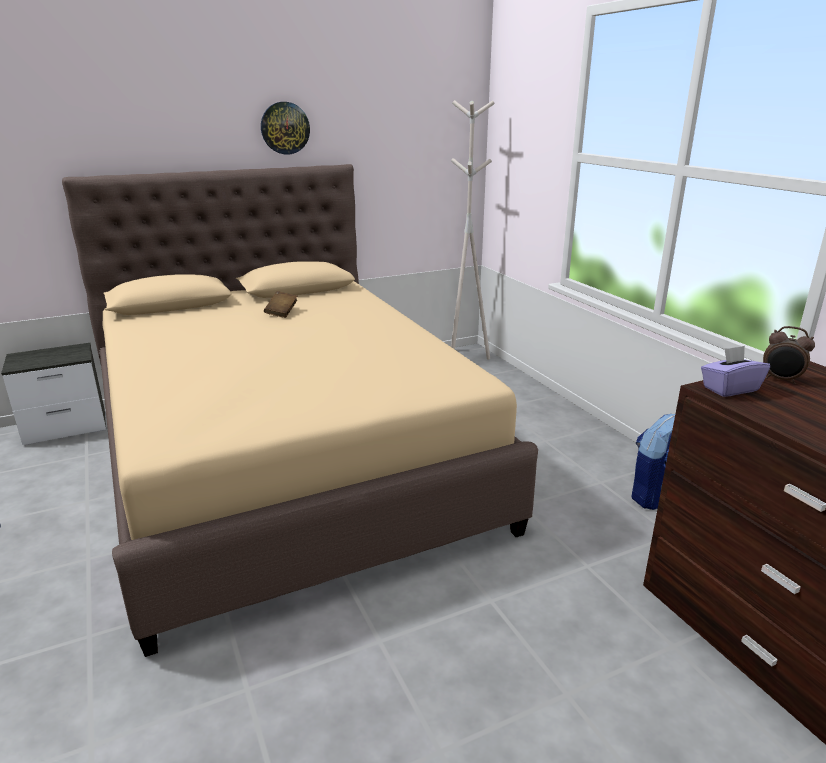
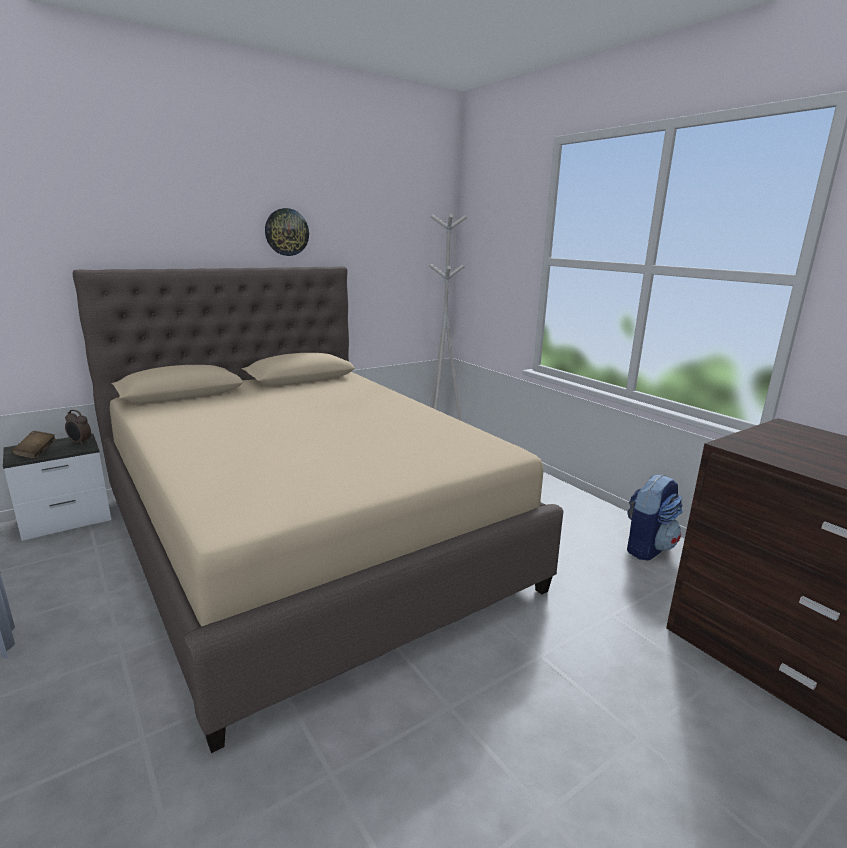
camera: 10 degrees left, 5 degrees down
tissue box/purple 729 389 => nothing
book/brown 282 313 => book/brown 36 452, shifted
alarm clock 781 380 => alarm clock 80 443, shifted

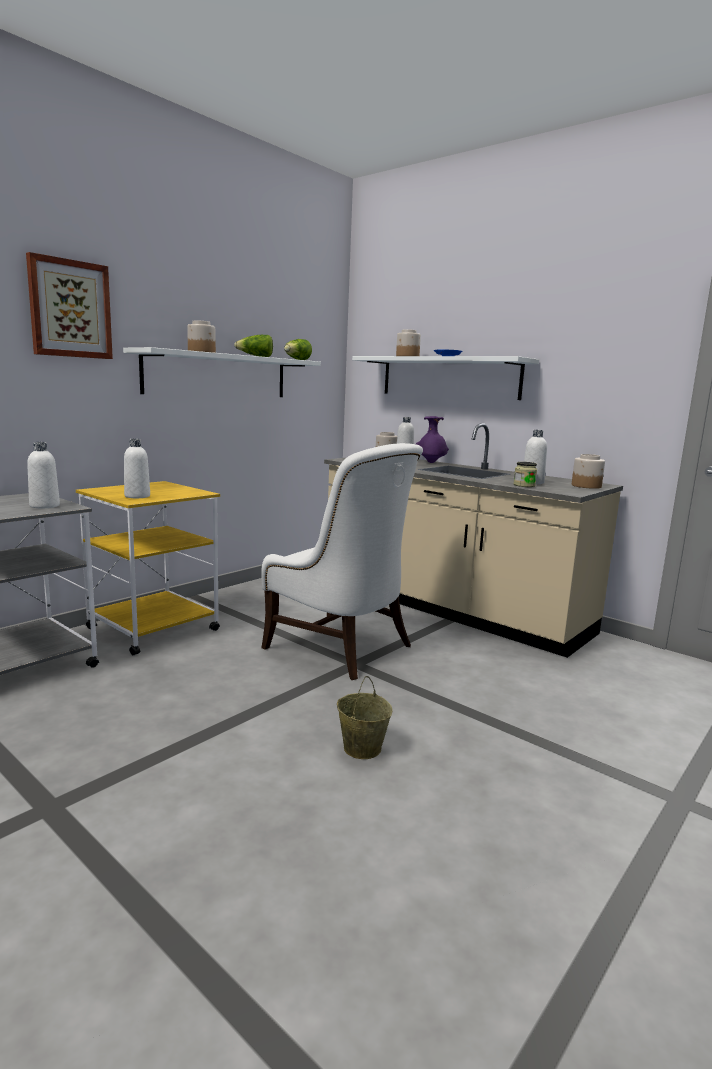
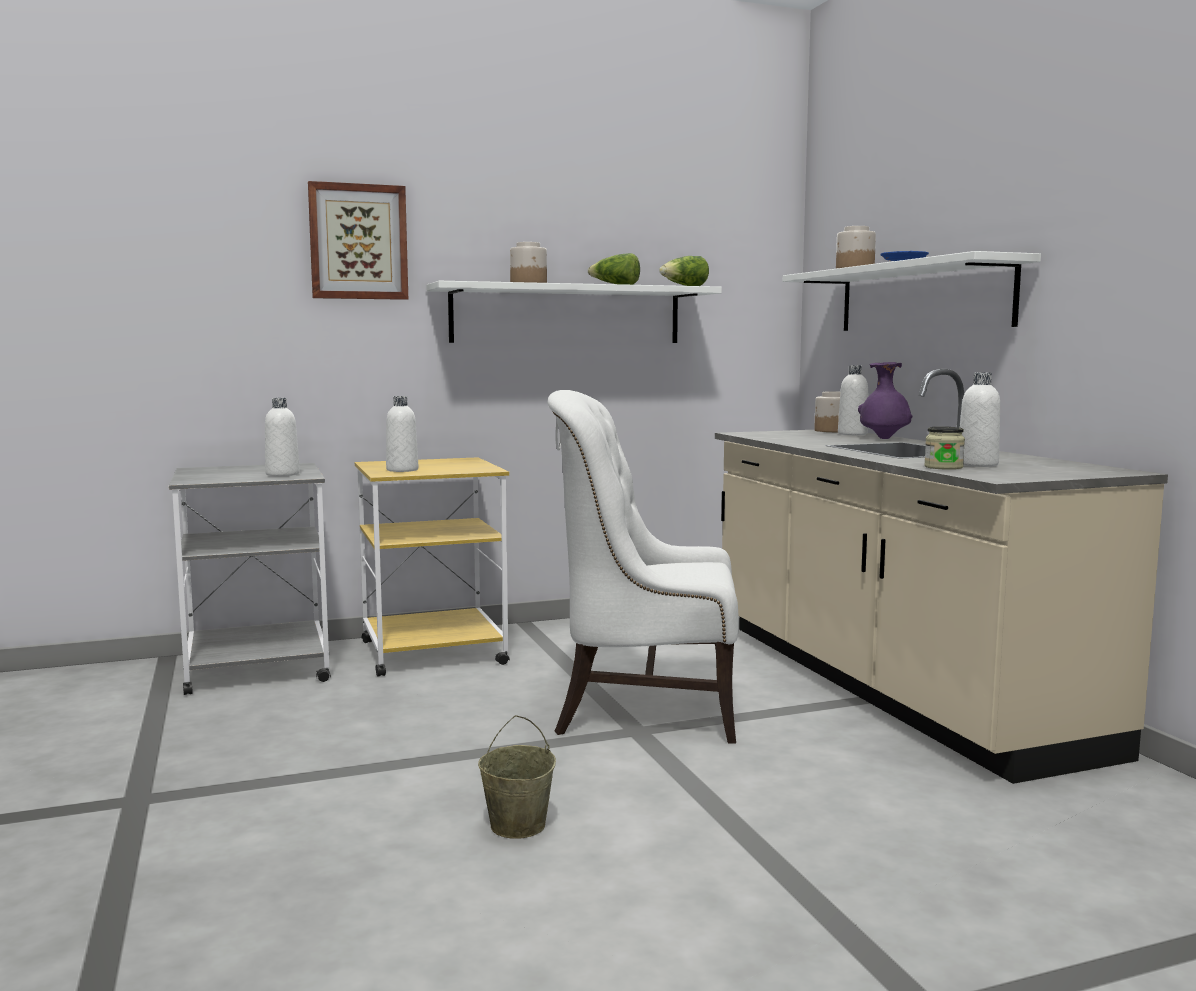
camera: 30 degrees right, 5 degrees down
jar 586 486 => nothing
chair/white 341 647 => chair/white 644 708, 120 degrees clockwise

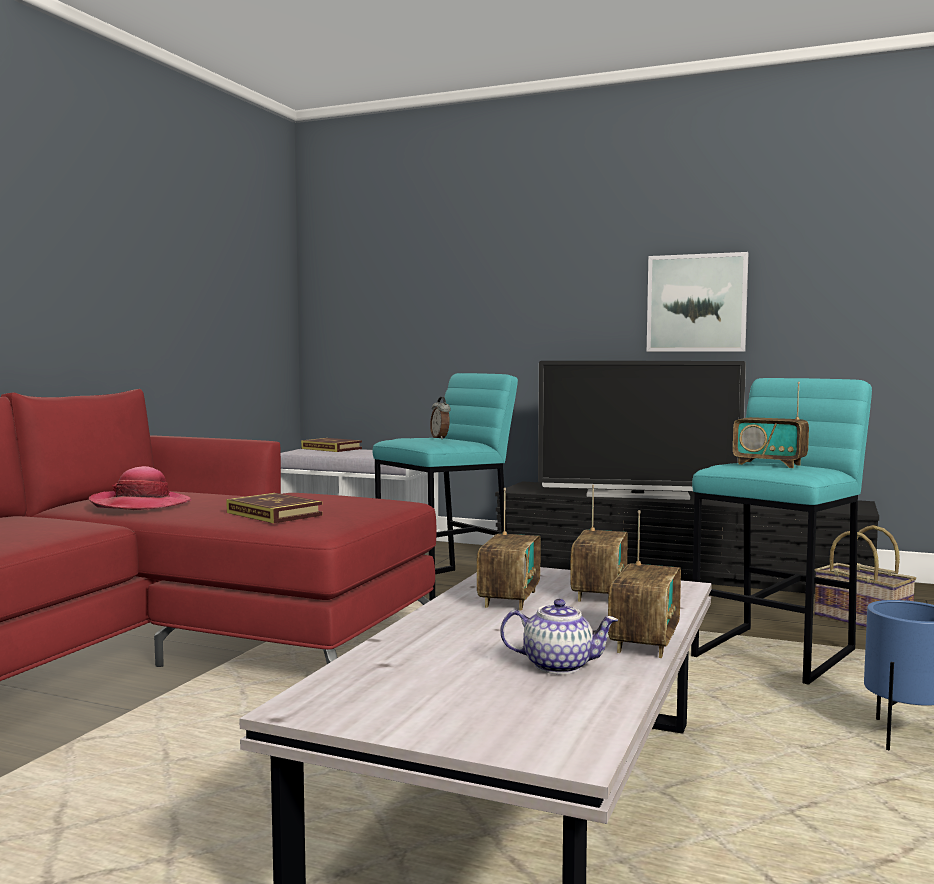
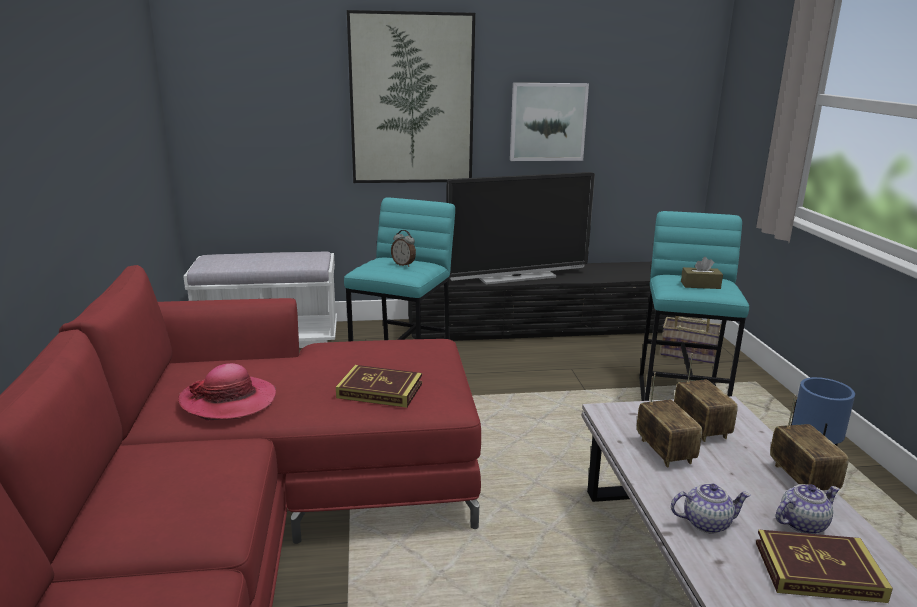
camera: 30 degrees left, 15 degrees up
nothing => picture 412 100
nothing => teapot 706 522
book 331 448 => book 818 571, shifted
radio 769 464 => tissue box/brown 700 285

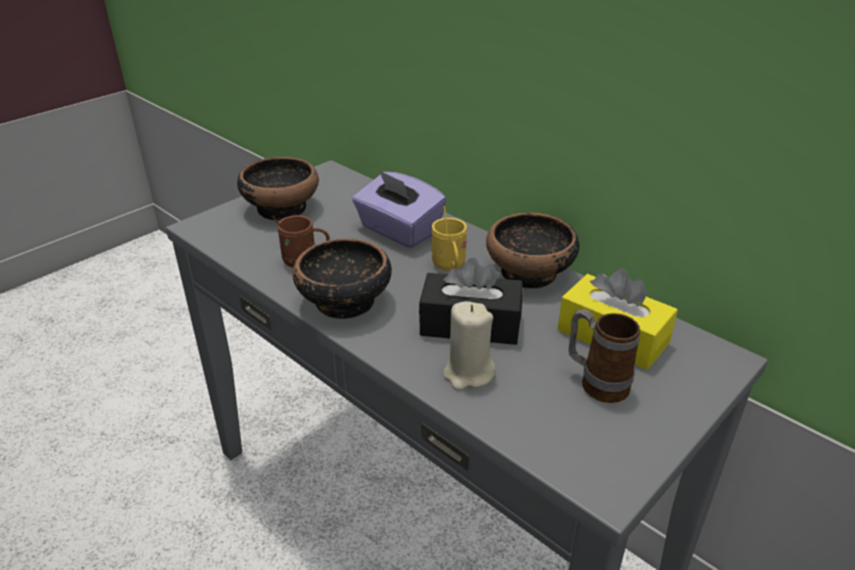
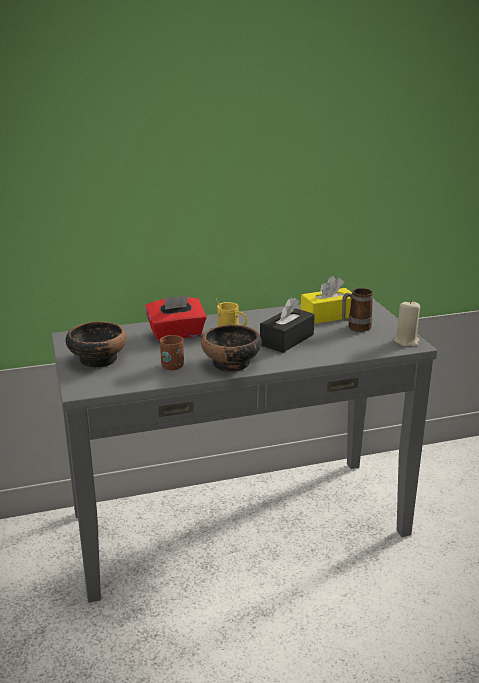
camera: 60 degrees left, 10 degrees down
bowl 530 273 => nothing
candle/beige 468 373 => candle/beige 406 341, shifted
tissue box/purple 398 231 => tissue box/red 176 334

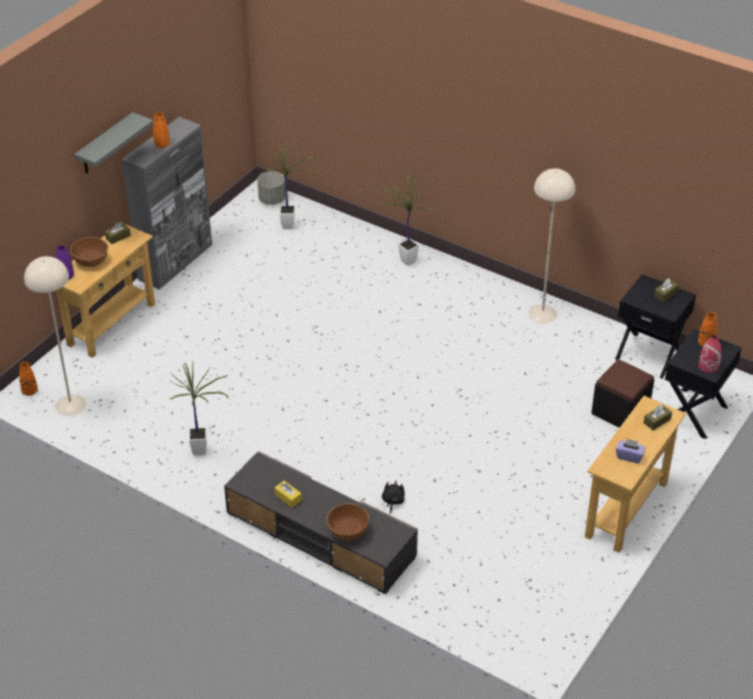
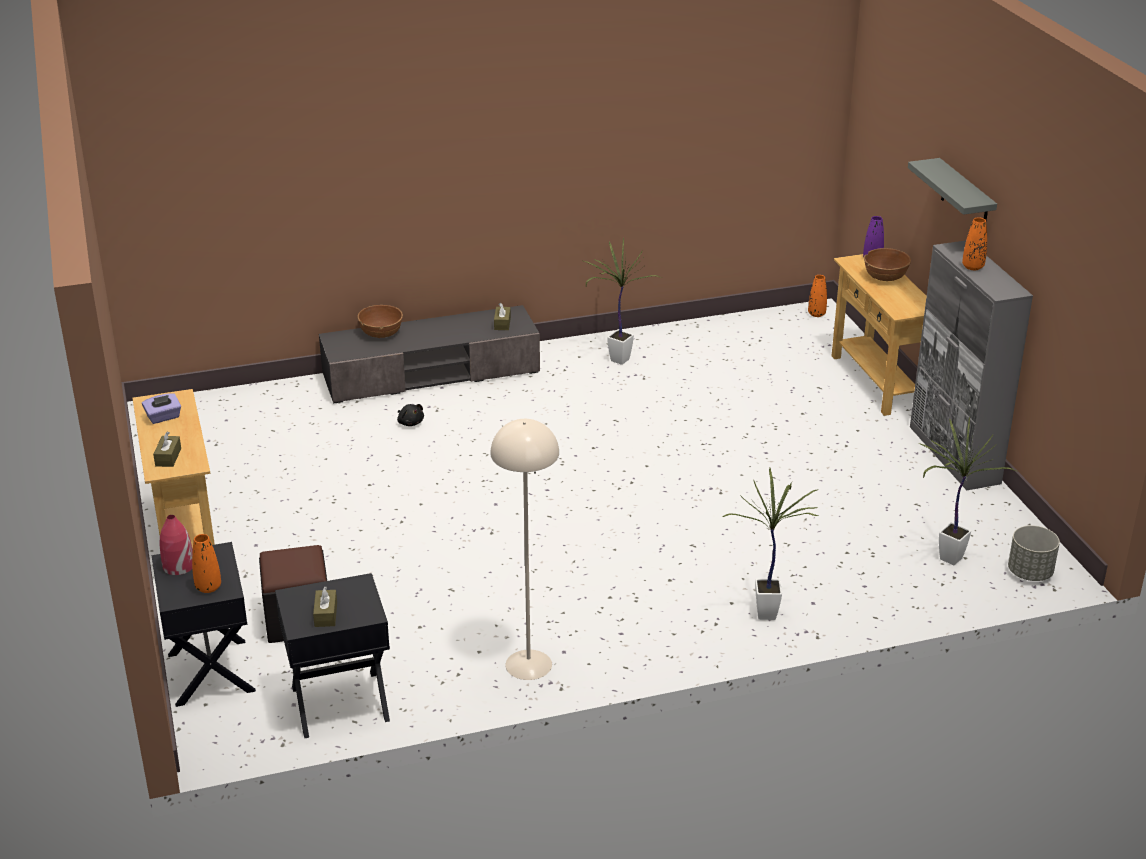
camera: 130 degrees right, 10 degrees down
floor lamp/beige 70 404 => nothing
tissue box/yellow 288 497 => nothing
tissue box/brown 118 237 => tissue box/brown 502 323, shifted

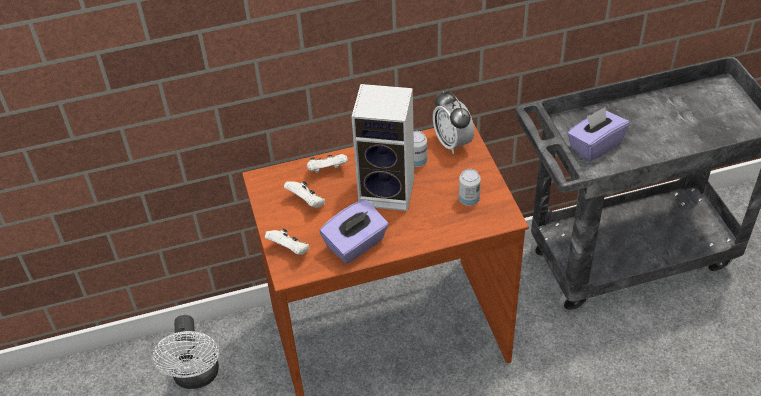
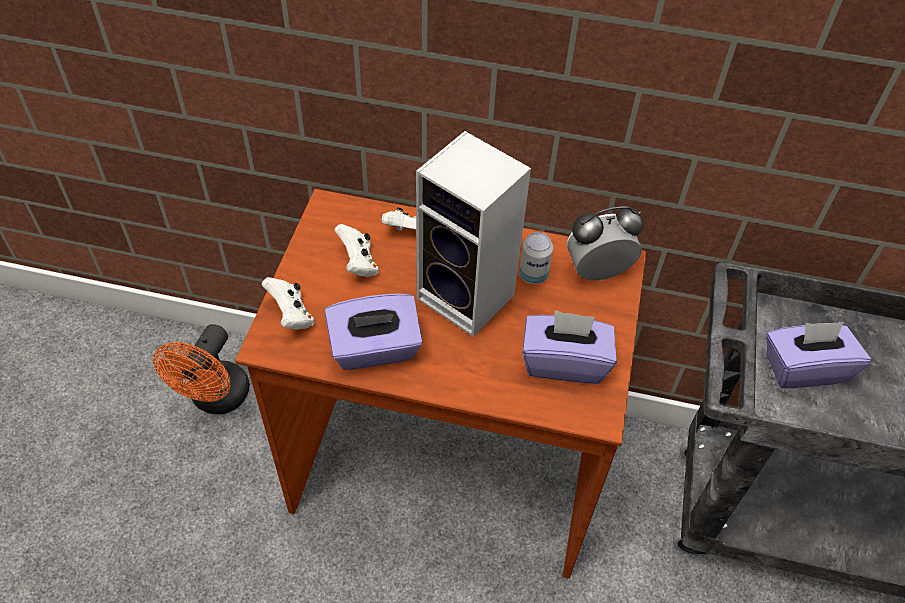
camera: 25 degrees right, 5 degrees up
can 469 200 => tissue box/purple 564 362
fan/white 196 377 => fan/orange 216 399
alarm clock 452 143 => alarm clock 597 272, 75 degrees clockwise

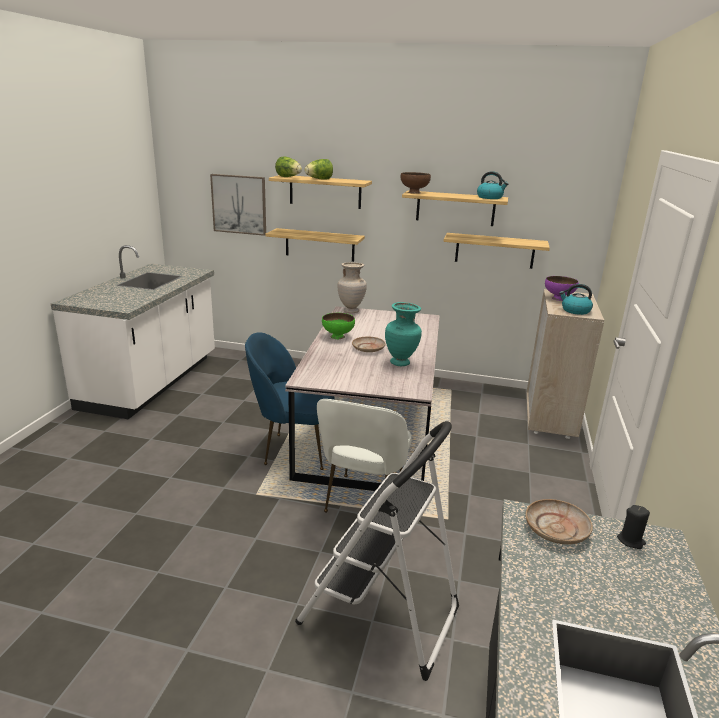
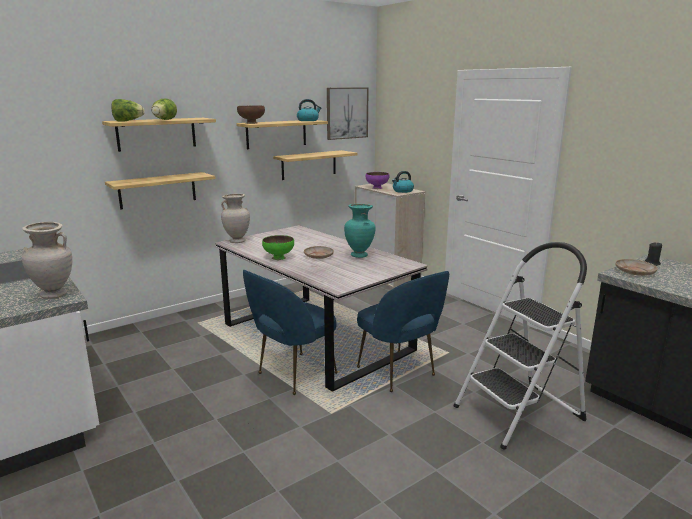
camera: 50 degrees left, 5 degrees down
nothing => vase/beige 54 295
picture 239 204 => picture 346 113, shifted
chair/white 362 504 => chair/blue 399 374

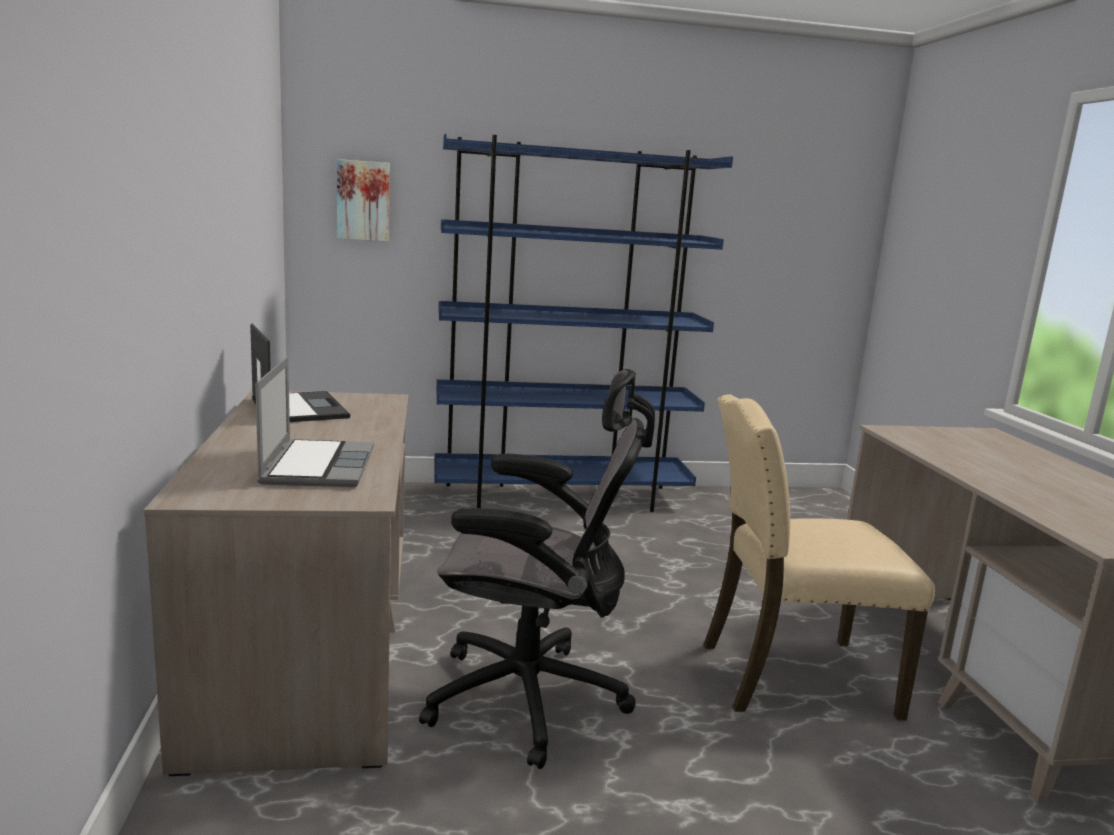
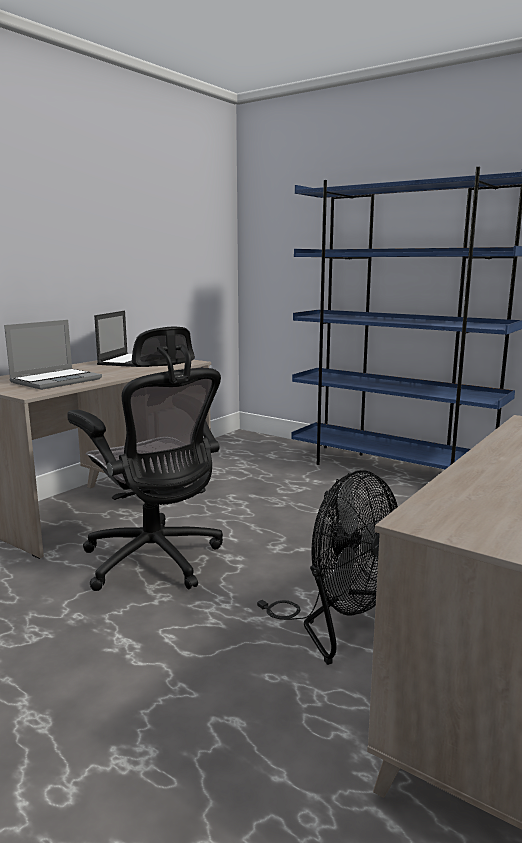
camera: 45 degrees right, 0 degrees up
picture 363 200 => nothing
chair/beige 790 677 => fan/black 339 619

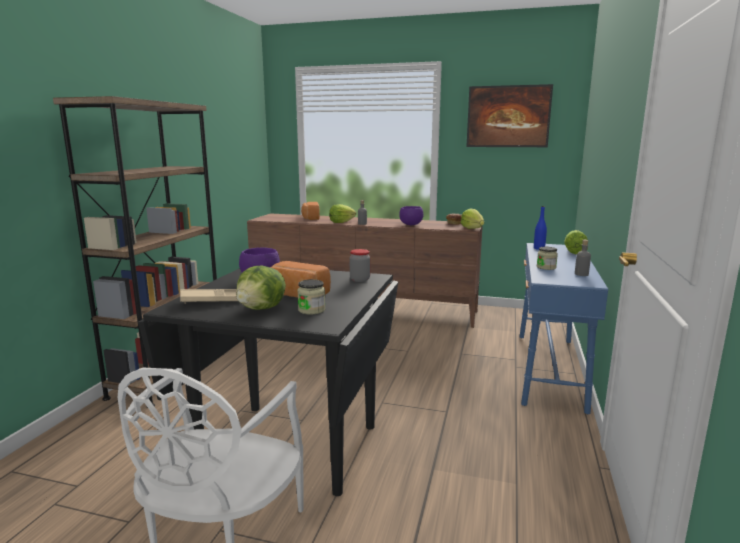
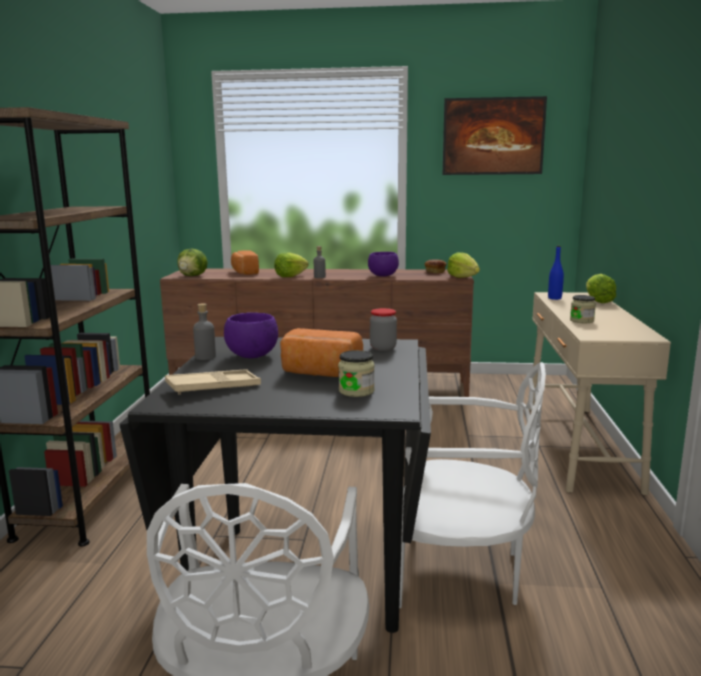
camera: 10 degrees left, 0 degrees up
nothing => chair/white 461 572
lettuce 262 309 => lettuce 193 276, shifted
bottle/grey 581 274 => bottle/grey 205 357, shifted
console table/blue 547 370 => console table/beige 577 446

